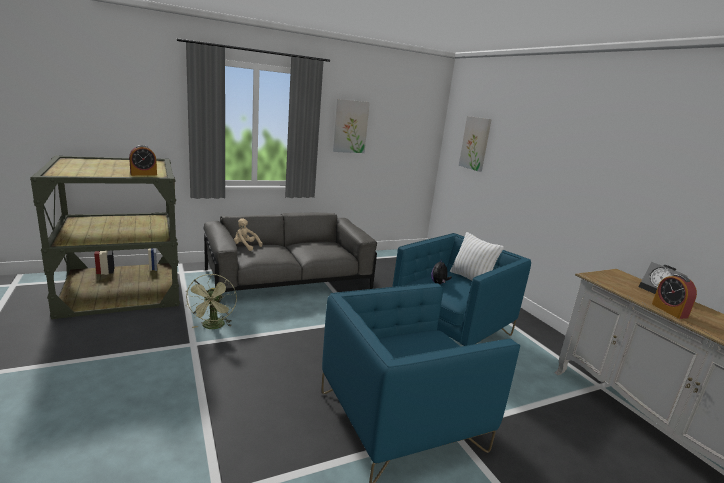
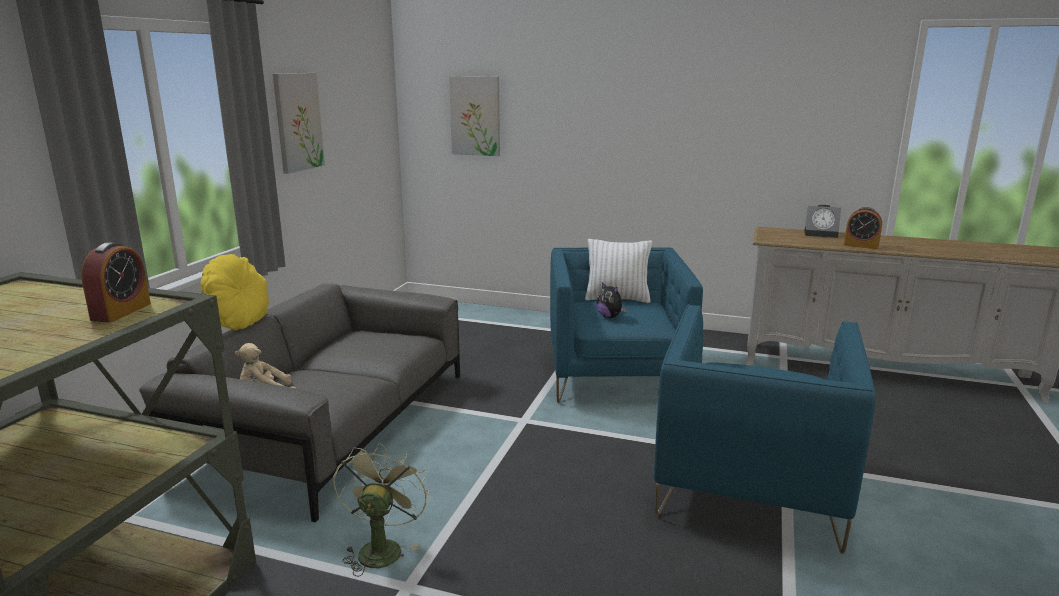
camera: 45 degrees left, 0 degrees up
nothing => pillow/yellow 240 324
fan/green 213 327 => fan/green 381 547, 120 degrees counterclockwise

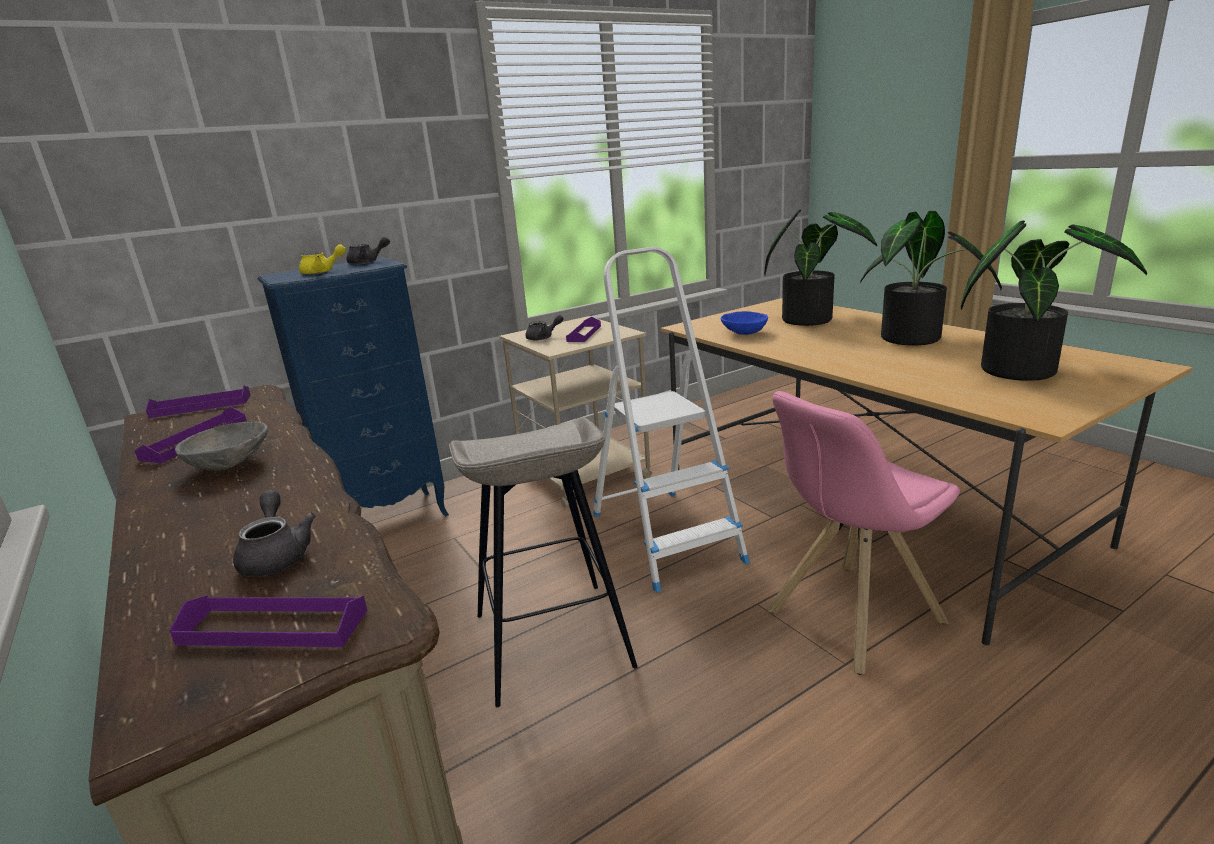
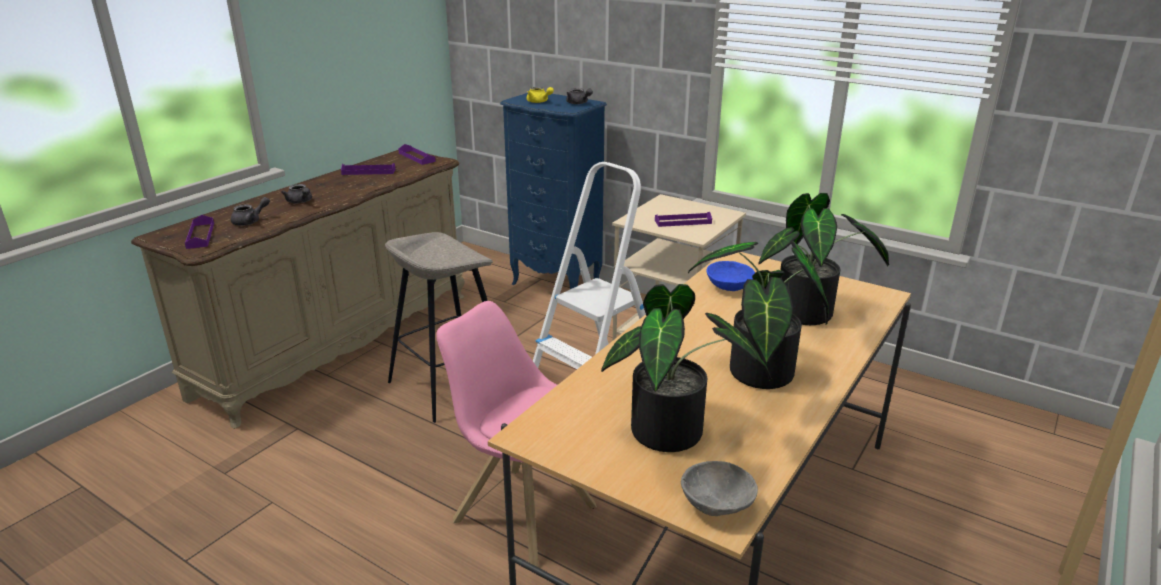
camera: 65 degrees right, 5 degrees up
bowl/grey 232 463 => bowl/grey 718 505, shifted
teapot/grey 543 338 => teapot/grey 300 202, shifted

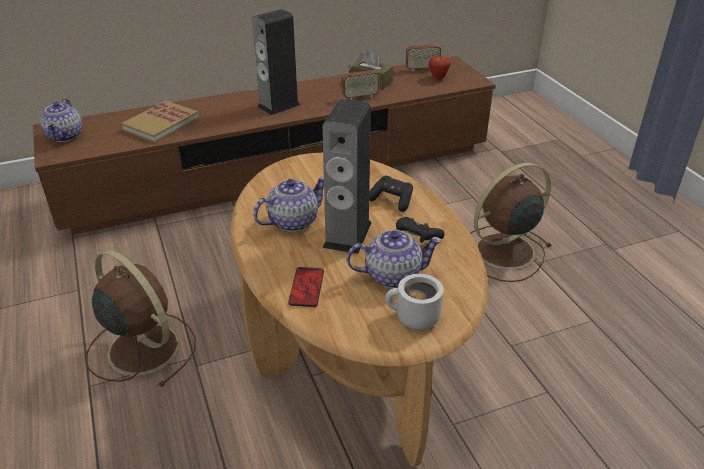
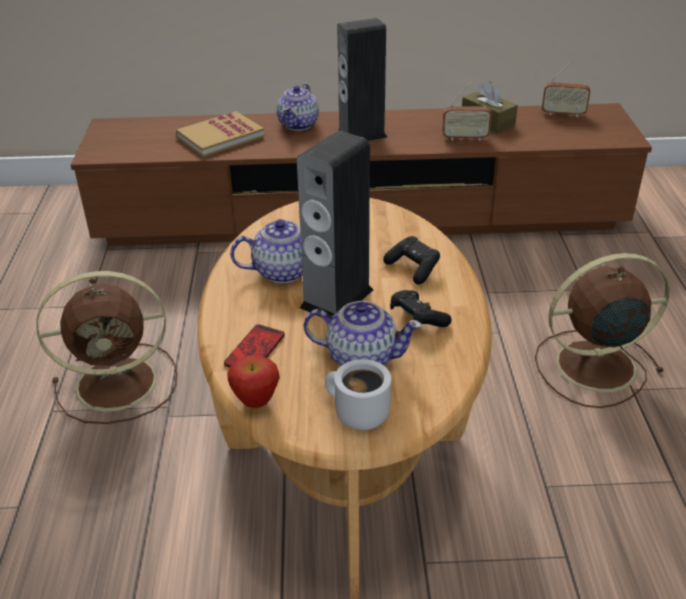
camera: 20 degrees right, 0 degrees up
teapot 66 135 => teapot 299 124, shifted
apple 438 78 => apple 256 402, shifted
fan/brown 141 347 => fan/brown 120 383, 105 degrees clockwise

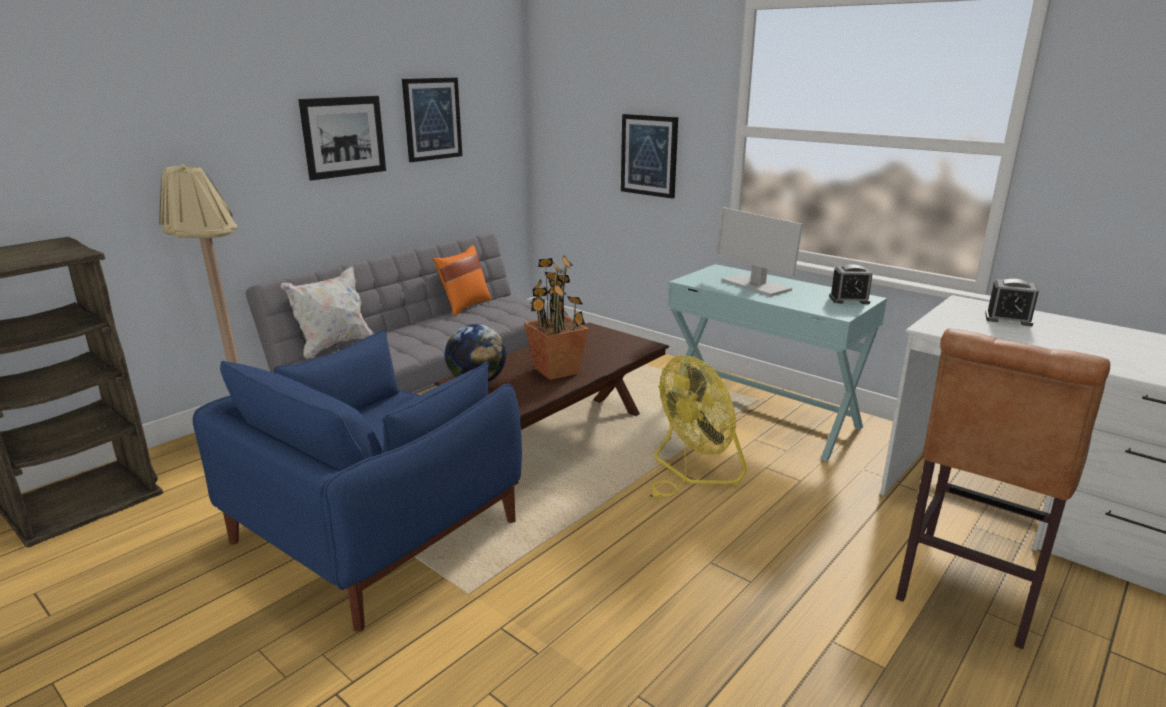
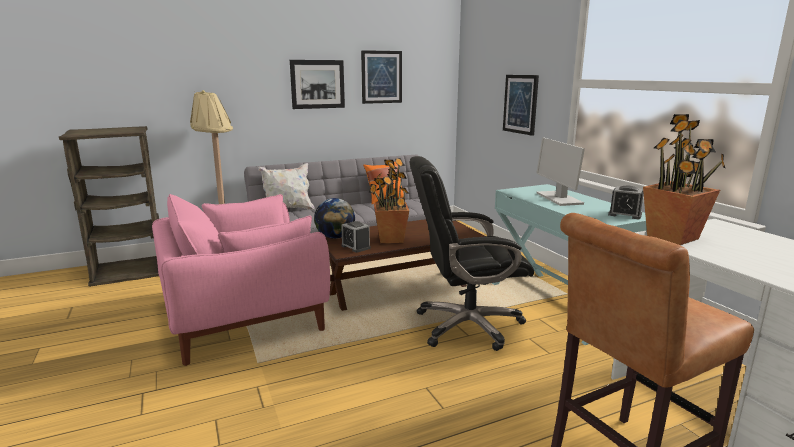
camera: 25 degrees right, 5 degrees down
nothing => potted plant 673 237
alarm clock 1008 319 => alarm clock 355 247, shifted
fan/yellow 686 469 => office chair/black 467 326
armchair/blue 376 530 => armchair/pink 244 316

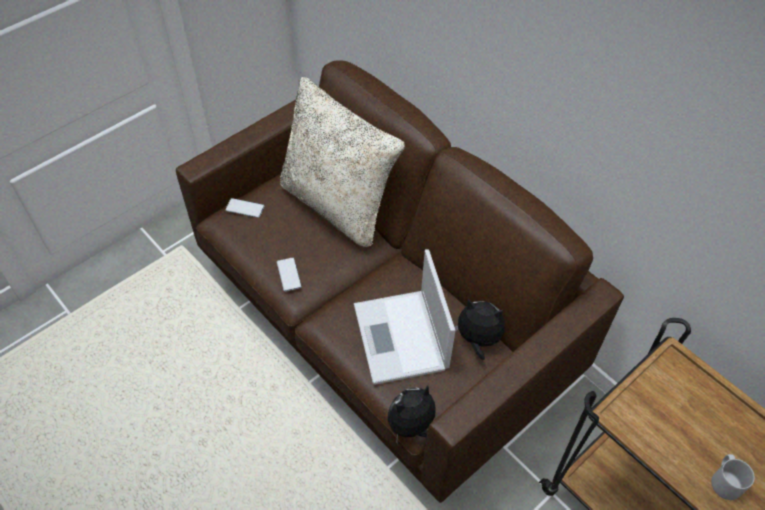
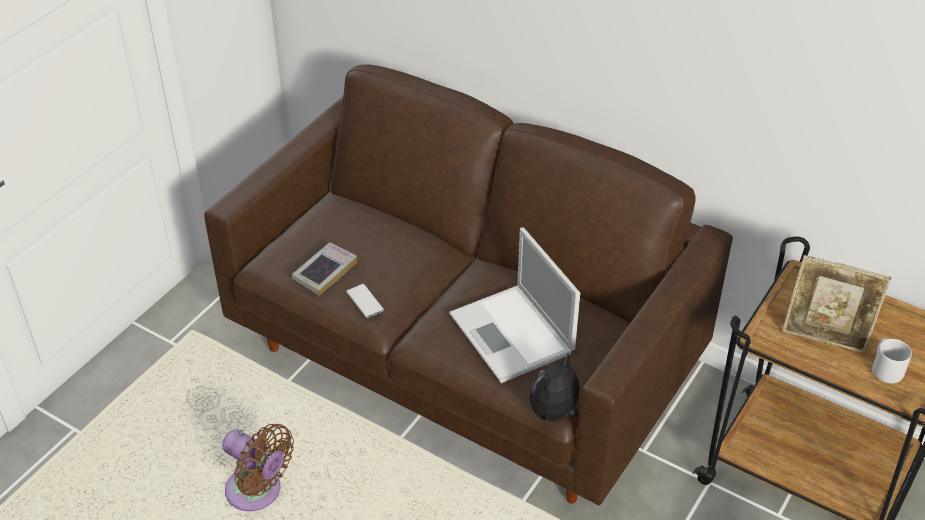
camera: 15 degrees left, 10 degrees down
phone 245 208 => nothing
pillow/beige 337 208 => nothing
plush toy 477 340 => nothing
nothing => fan/brown 258 492
nothing => book 325 272
nothing => picture frame 824 339

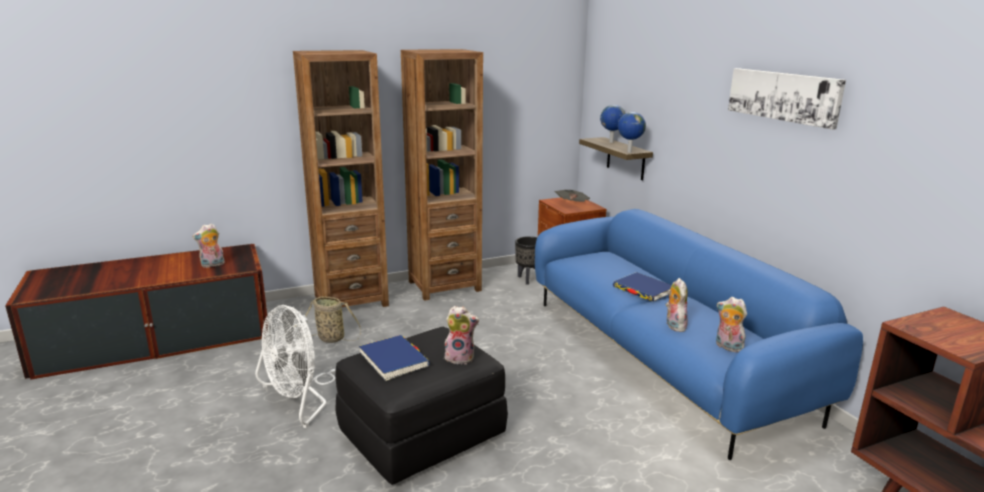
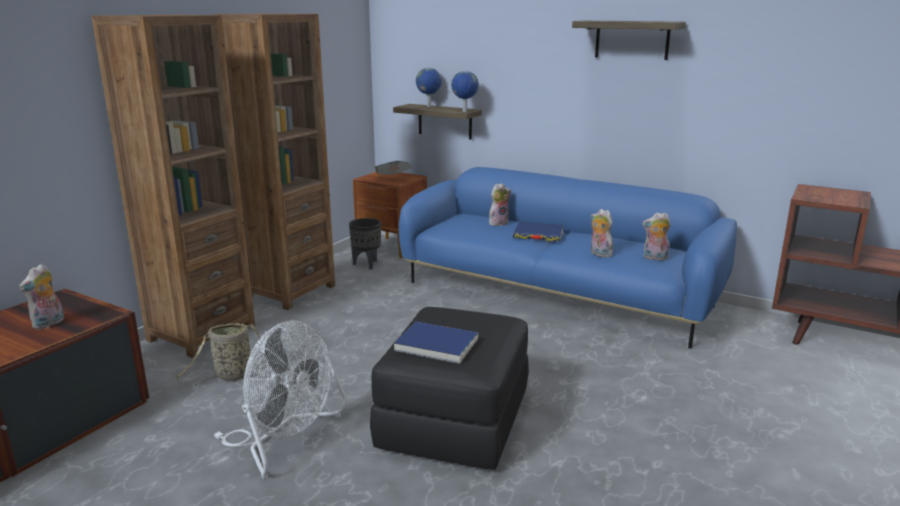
camera: 35 degrees left, 0 degrees up
plush toy 460 358 => plush toy 498 223, shifted
picture 783 96 => shelf 632 40
fan/white 300 397 => fan/white 283 440, 75 degrees counterclockwise

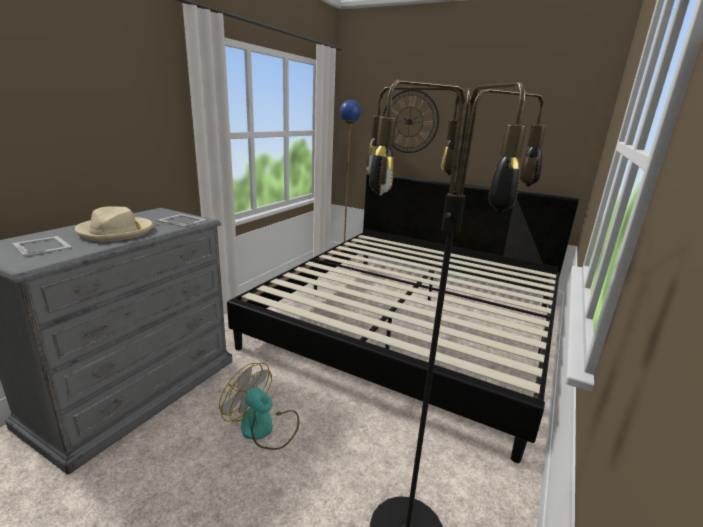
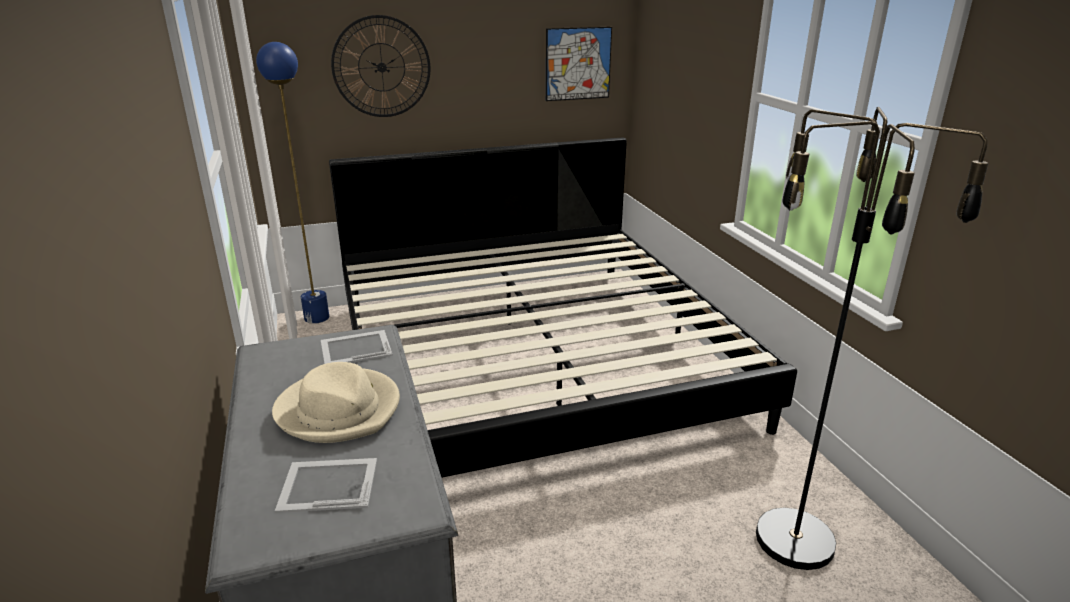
camera: 45 degrees left, 5 degrees up
fan 264 428 => nothing
nothing => picture 578 64

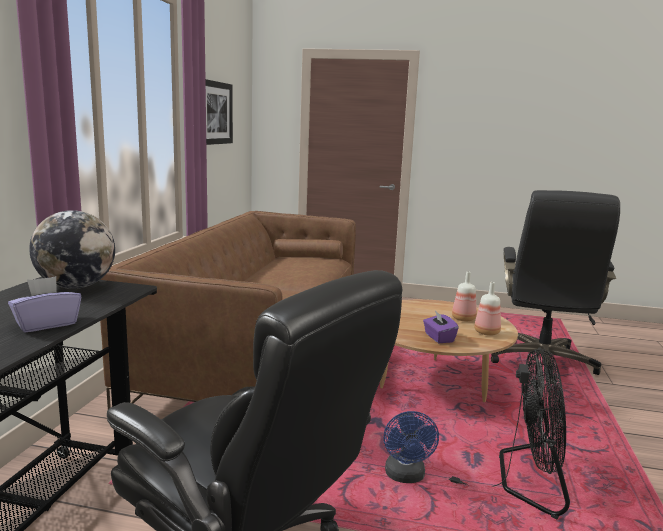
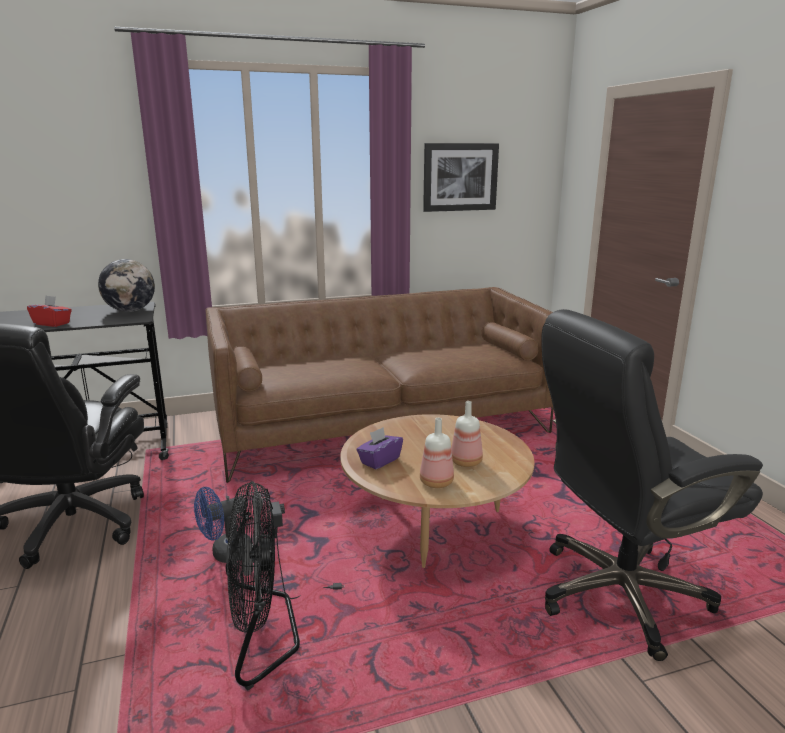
camera: 60 degrees right, 5 degrees up
tissue box/purple 46 324 => tissue box/red 52 323
fan/black 520 477 => fan/black 271 623, 90 degrees clockwise

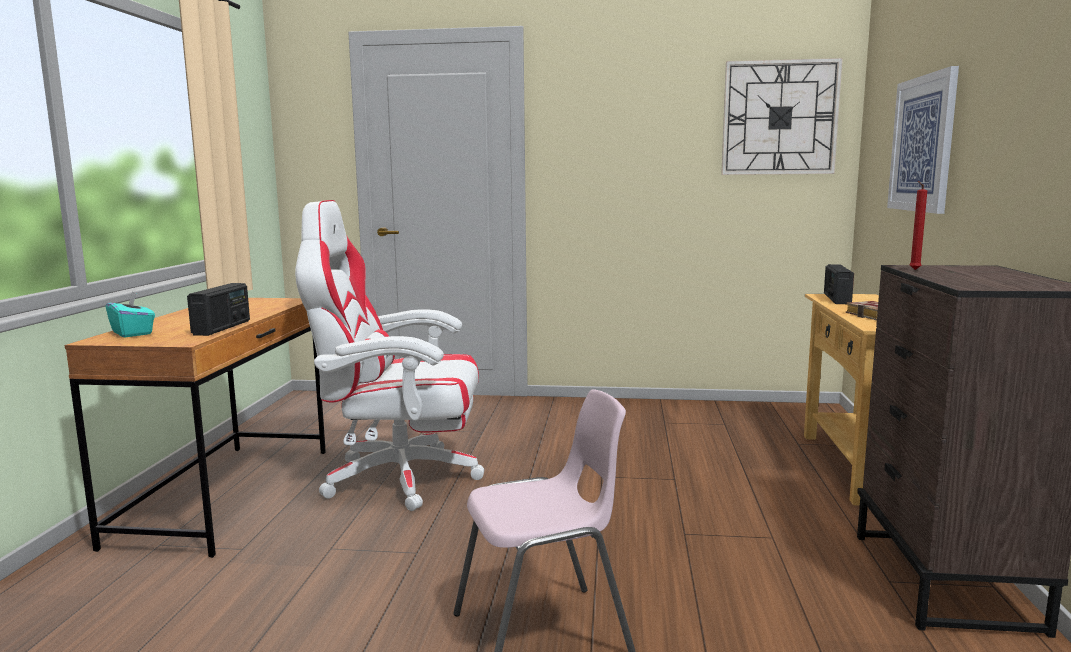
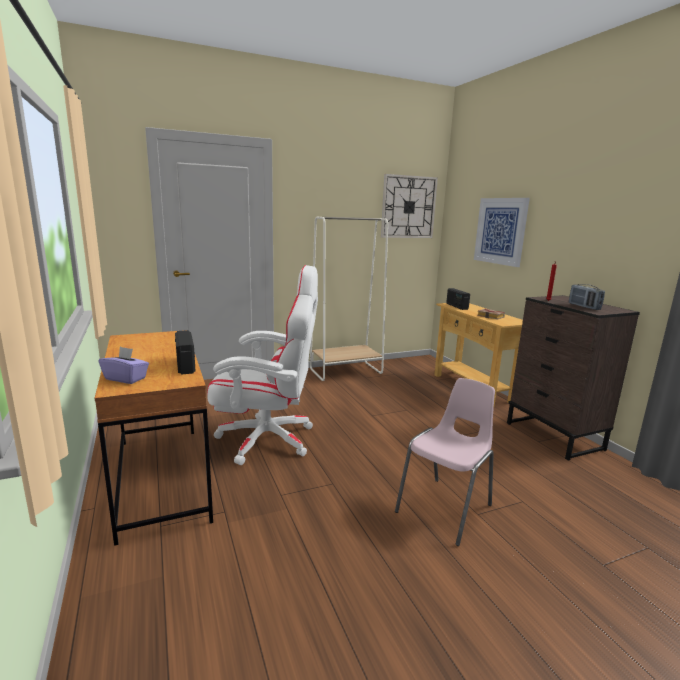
camera: 30 degrees left, 5 degrees up
nothing => clothes rack 345 372
nothing => radio 584 307
tissue box/turquoise 133 333 => tissue box/purple 126 378
office chair/white 402 477 => office chair/white 266 439, 150 degrees counterclockwise

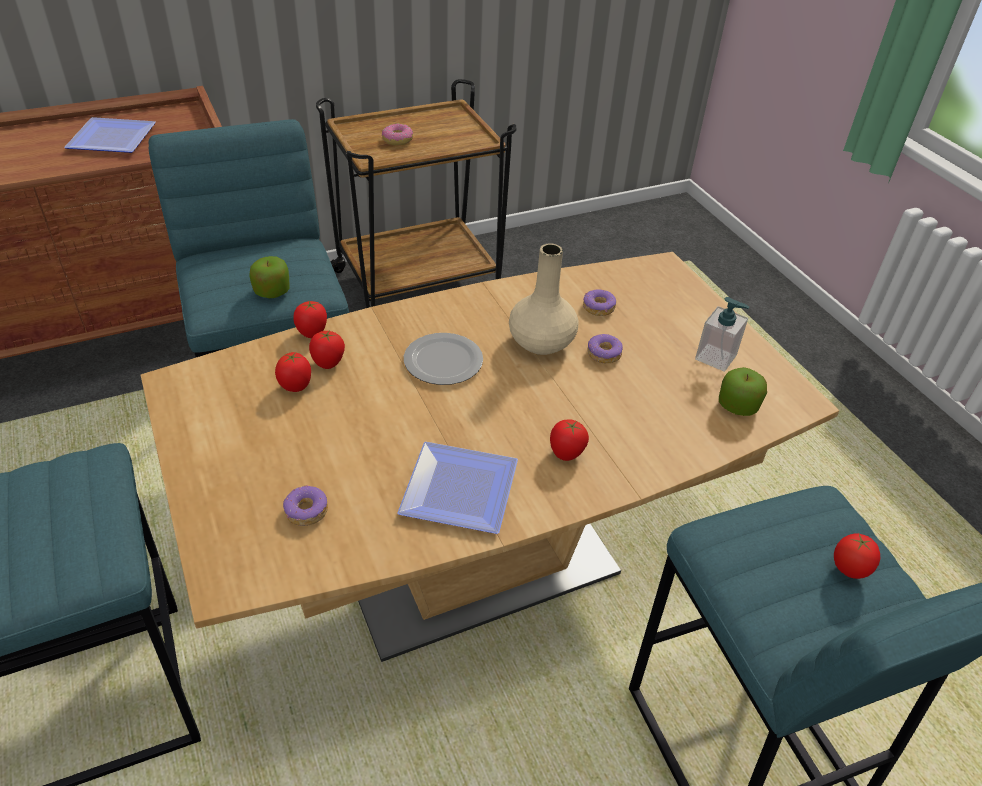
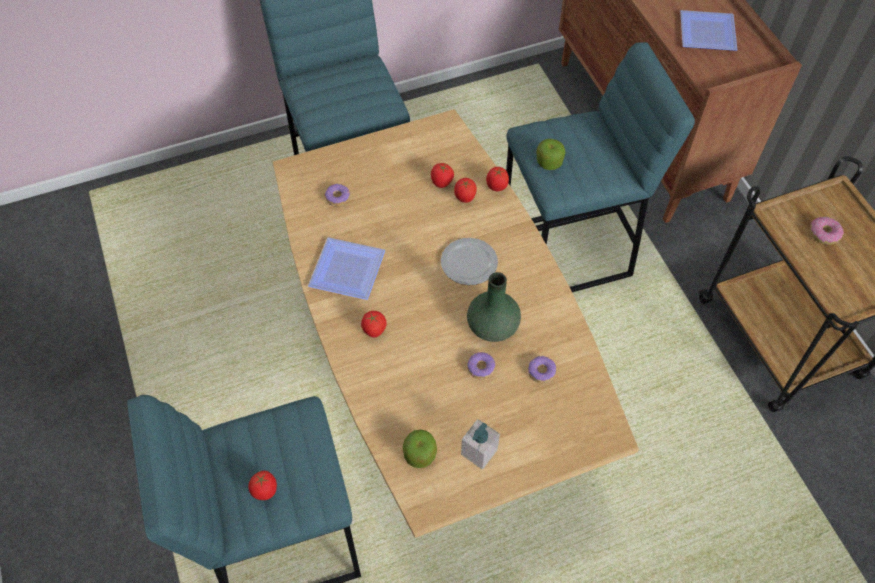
camera: 95 degrees right, 15 degrees up
vase/beige 541 342 => vase/green 493 326

